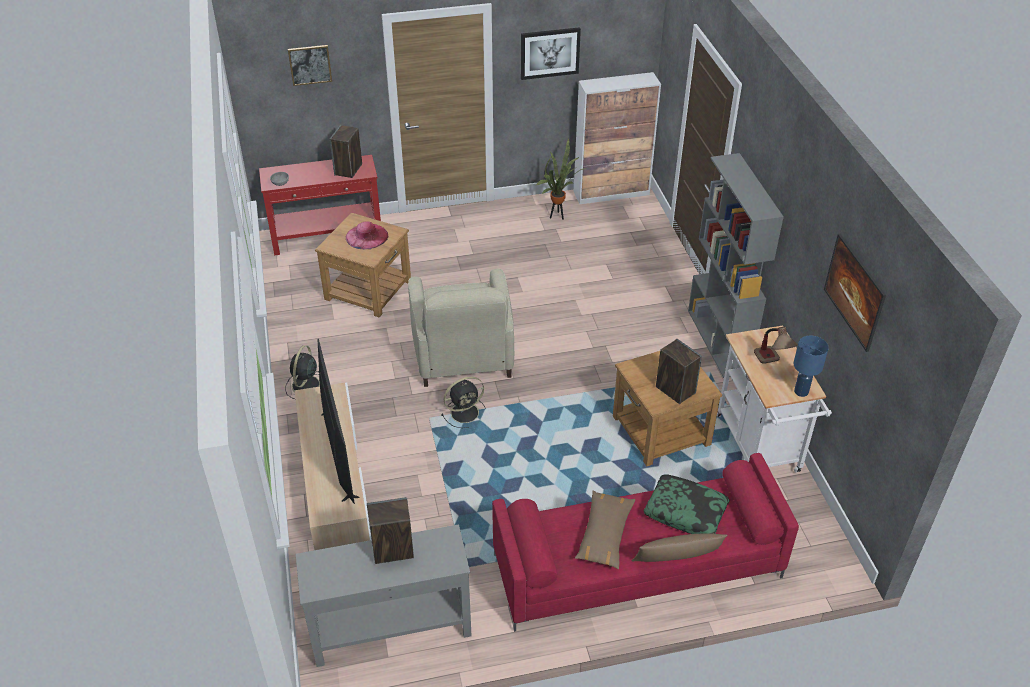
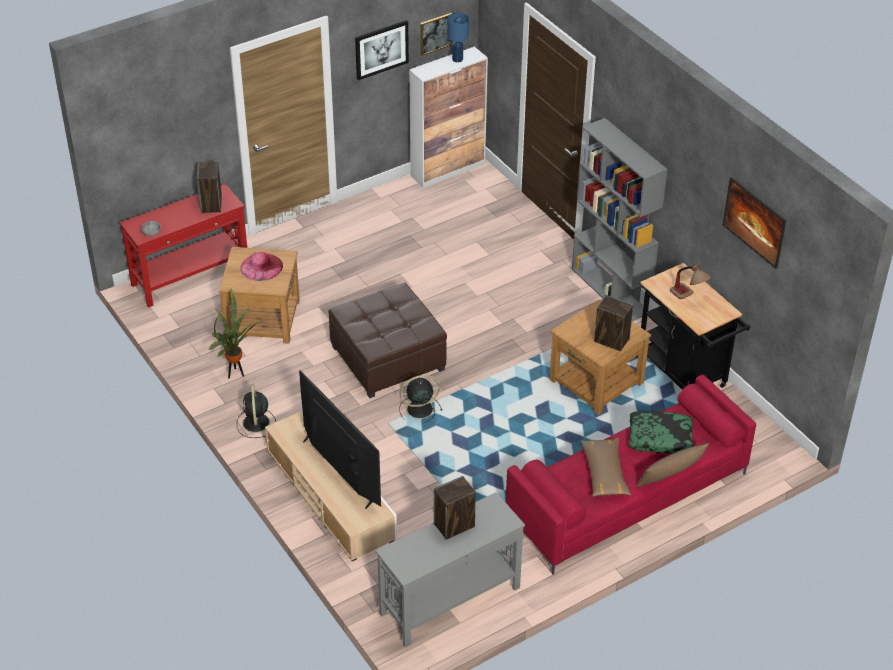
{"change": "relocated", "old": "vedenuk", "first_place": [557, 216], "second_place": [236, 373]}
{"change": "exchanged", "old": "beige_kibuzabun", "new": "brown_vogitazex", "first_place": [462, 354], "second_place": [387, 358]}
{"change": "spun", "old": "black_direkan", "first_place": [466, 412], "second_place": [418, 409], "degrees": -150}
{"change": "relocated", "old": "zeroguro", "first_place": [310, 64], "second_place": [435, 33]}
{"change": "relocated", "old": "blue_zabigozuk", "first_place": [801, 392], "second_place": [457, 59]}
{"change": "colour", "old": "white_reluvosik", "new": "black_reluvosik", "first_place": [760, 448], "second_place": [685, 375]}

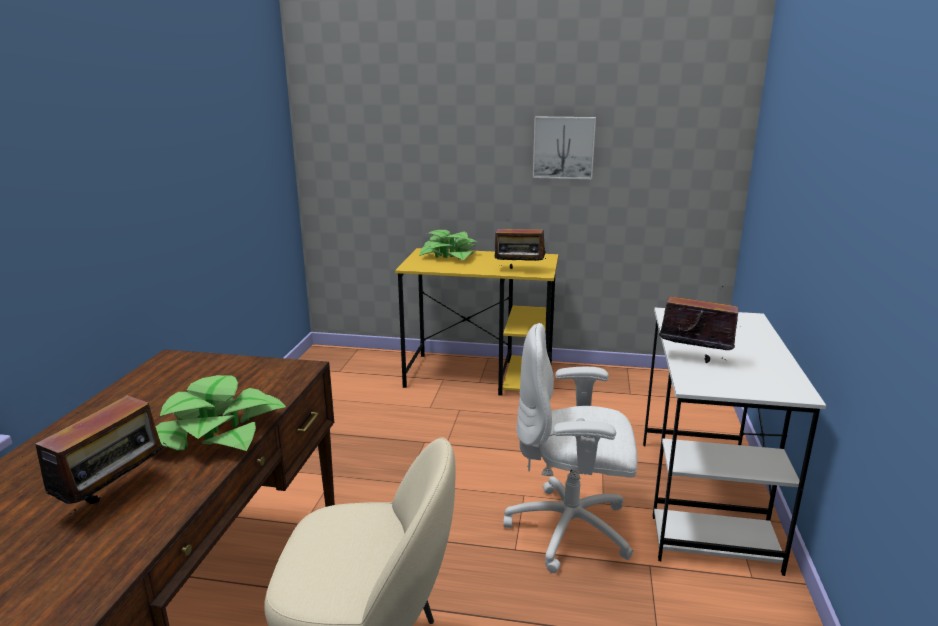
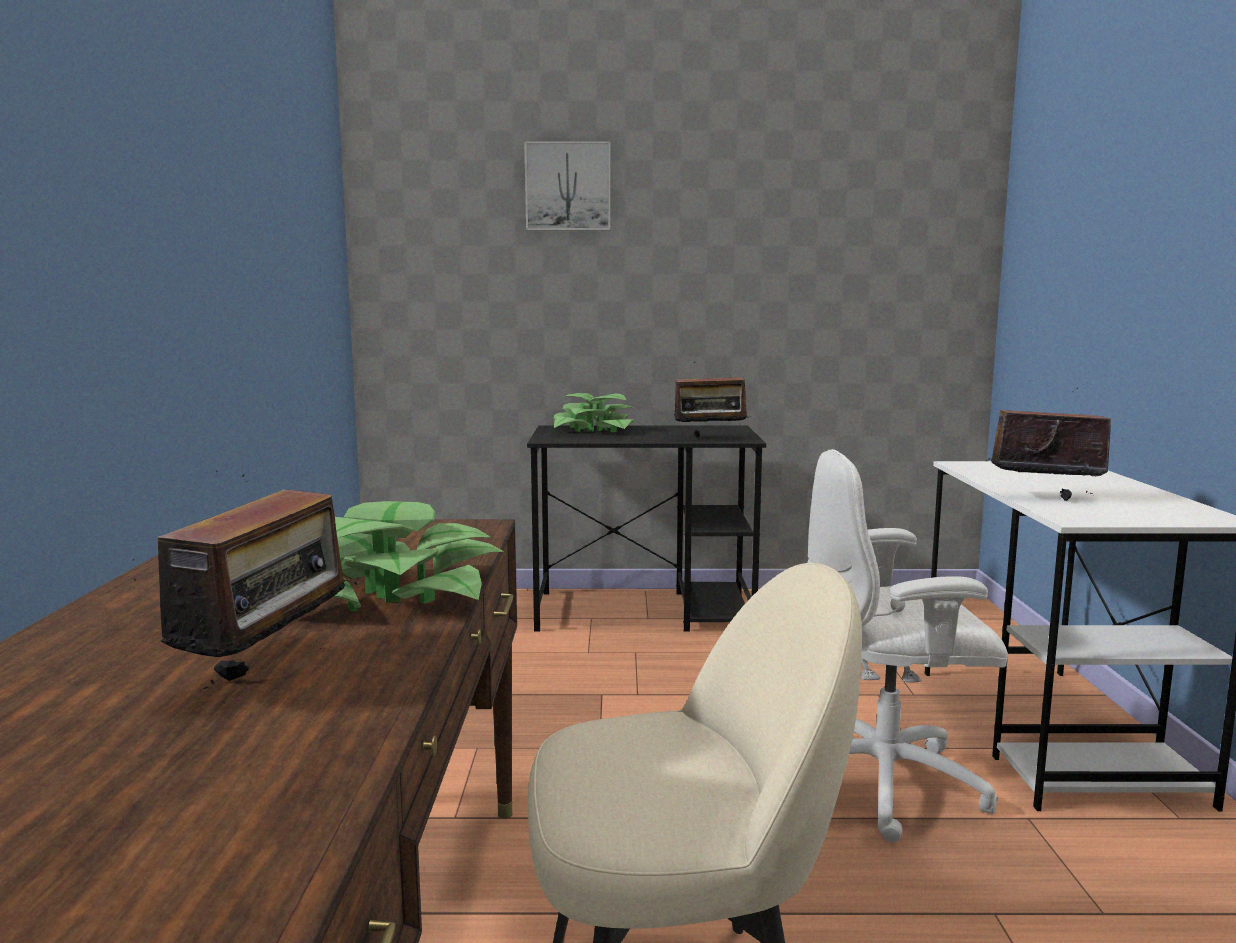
{"change": "relocated", "old": "zeroguro", "first_place": [563, 147], "second_place": [568, 187]}
{"change": "colour", "old": "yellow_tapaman", "new": "black_tapaman", "first_place": [480, 376], "second_place": [645, 611]}

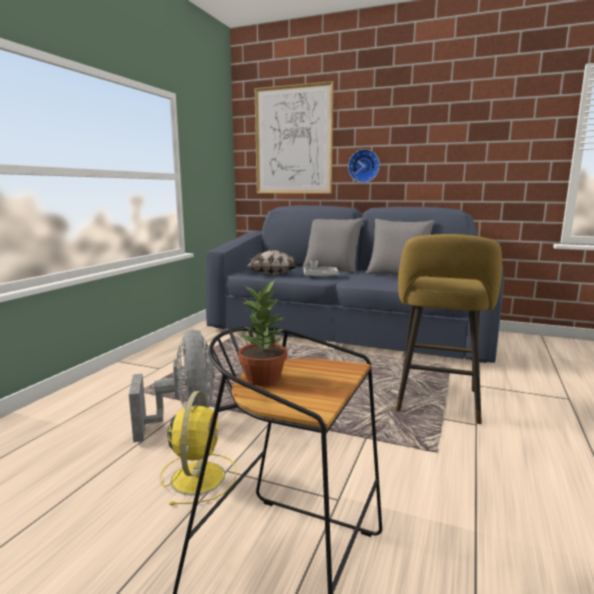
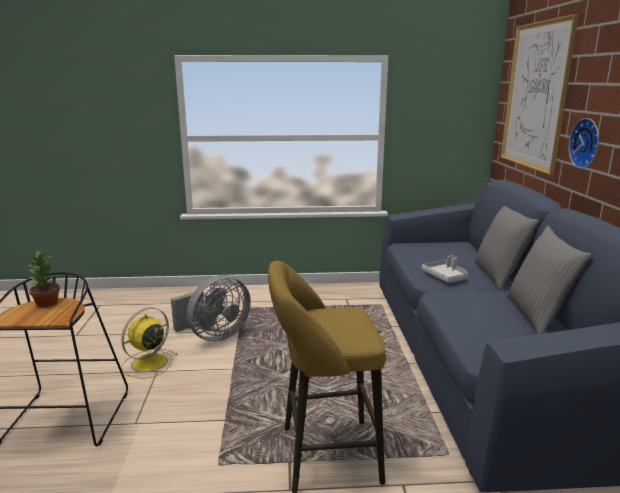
{"change": "spun", "old": "yellow_direkan", "first_place": [198, 476], "second_place": [148, 363], "degrees": 150}
{"change": "missing", "old": "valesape", "first_place": [271, 274]}

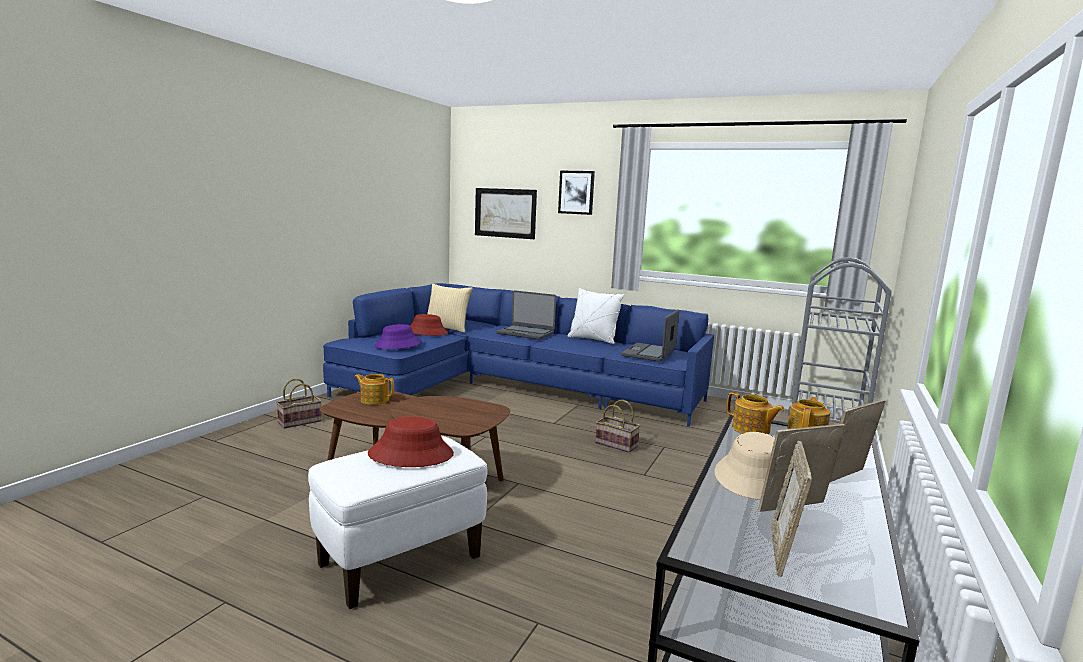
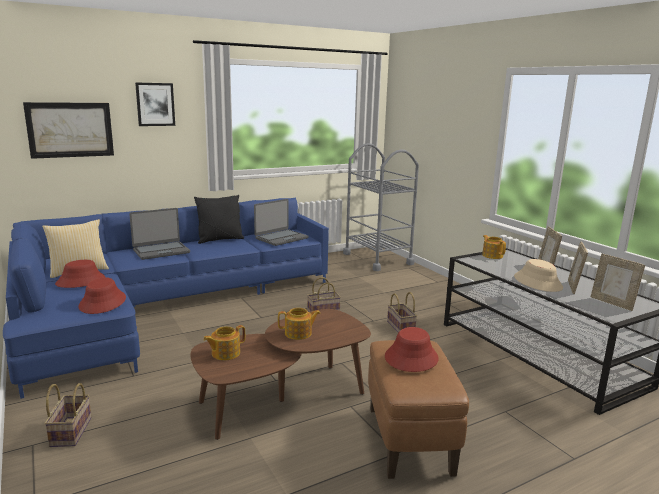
{"change": "colour", "old": "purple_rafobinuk", "new": "red_rafobinuk", "first_place": [398, 345], "second_place": [103, 302]}
{"change": "colour", "old": "white_valesape", "new": "black_valesape", "first_place": [593, 339], "second_place": [220, 240]}
{"change": "spun", "old": "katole", "first_place": [649, 353], "second_place": [281, 238], "degrees": -105}
{"change": "relocated", "old": "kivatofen", "first_place": [751, 429], "second_place": [299, 333]}
{"change": "colour", "old": "white_vogitazex", "new": "brown_vogitazex", "first_place": [399, 561], "second_place": [409, 440]}
{"change": "appeared", "new": "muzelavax", "second_place": [401, 327]}

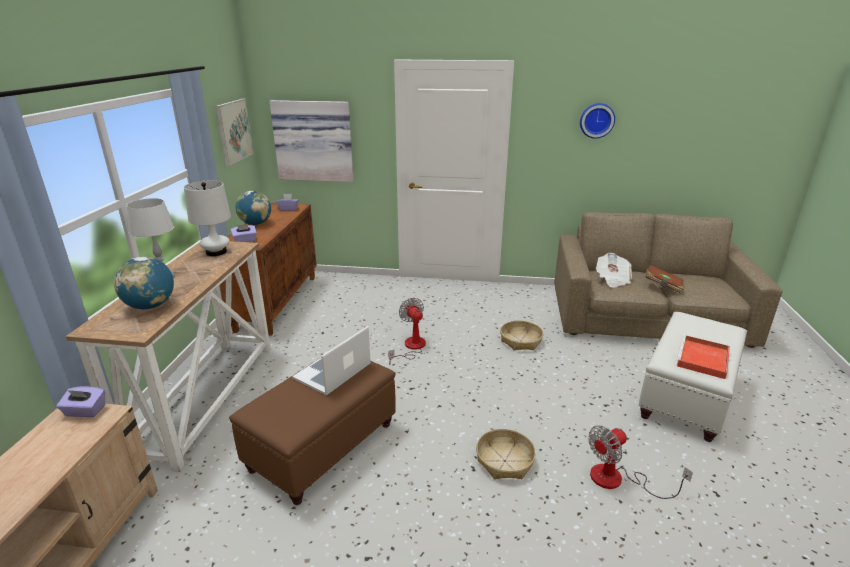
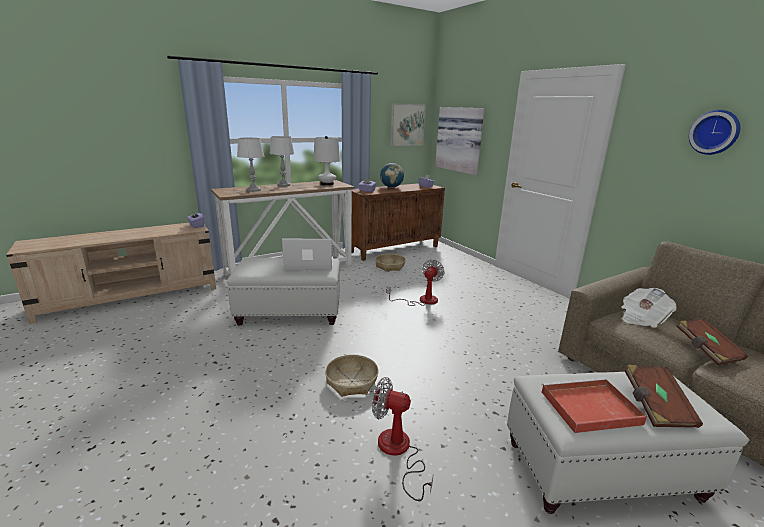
{"change": "colour", "old": "brown_vogitazex", "new": "white_vogitazex", "first_place": [322, 447], "second_place": [289, 313]}
{"change": "exchanged", "old": "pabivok", "new": "grey_zabigozuk", "first_place": [150, 306], "second_place": [253, 190]}
{"change": "relocated", "old": "muzelavax", "first_place": [520, 341], "second_place": [390, 266]}
{"change": "appeared", "new": "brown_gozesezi", "second_place": [655, 406]}

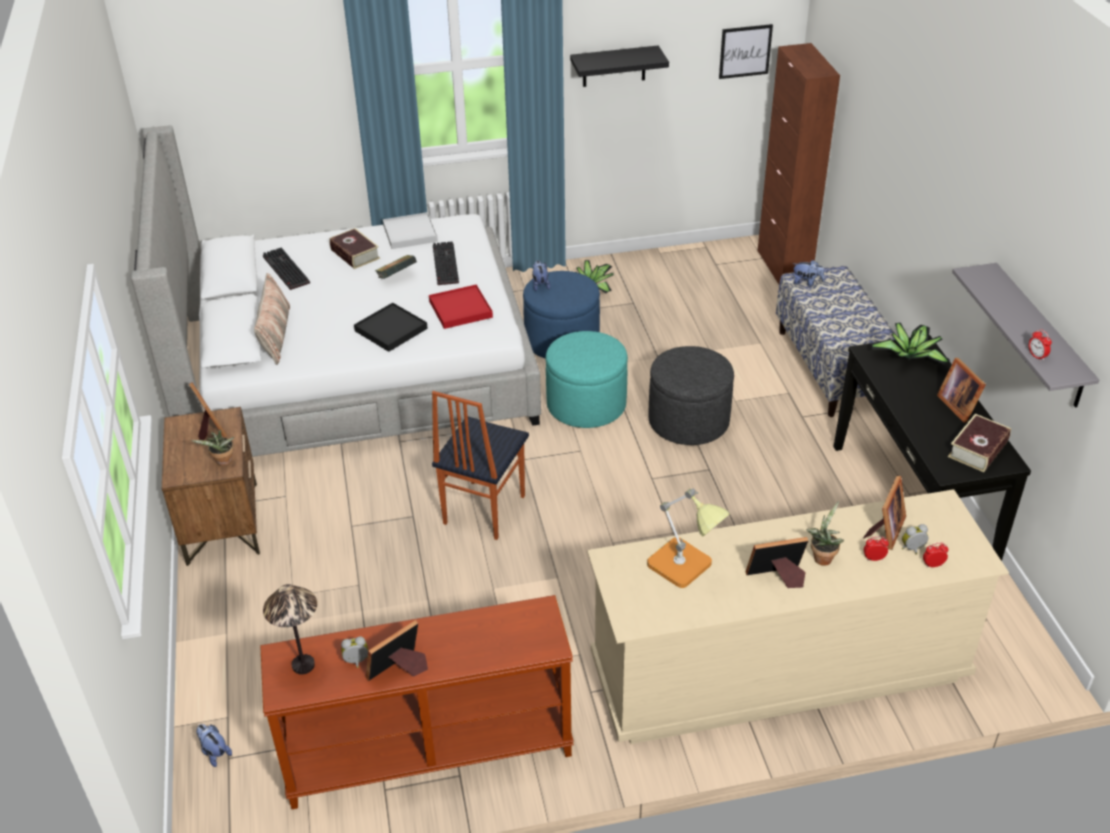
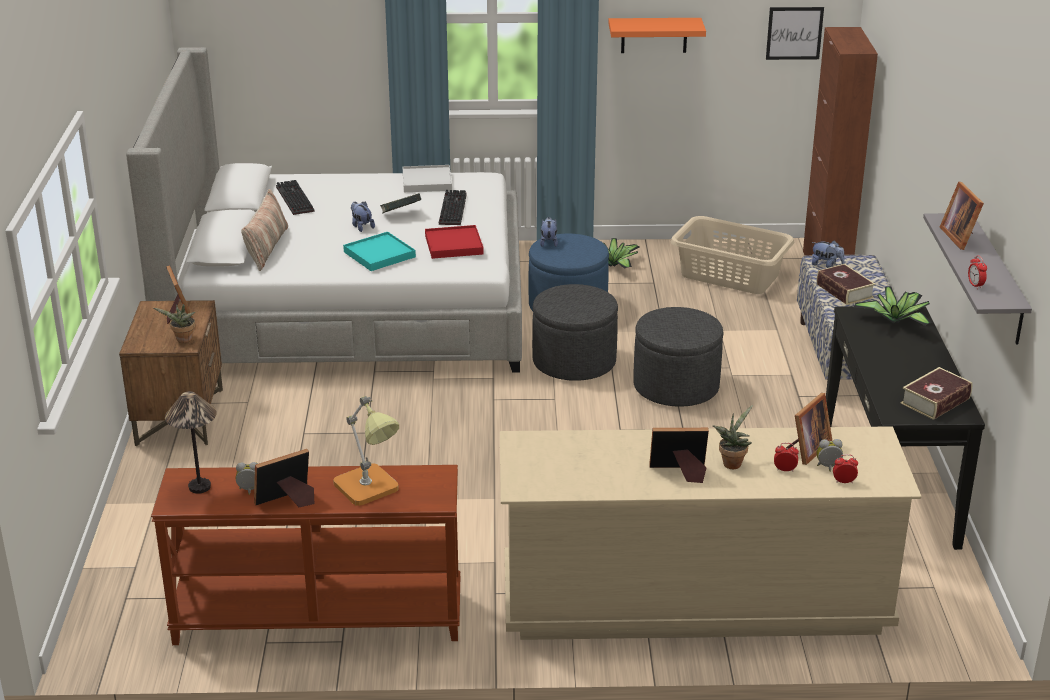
{"change": "relocated", "old": "zabigozuk", "first_place": [686, 568], "second_place": [370, 490]}
{"change": "colour", "old": "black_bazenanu", "new": "turquoise_bazenanu", "first_place": [391, 329], "second_place": [379, 254]}
{"change": "relocated", "old": "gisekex", "first_place": [214, 752], "second_place": [361, 227]}
{"change": "colour", "old": "turquoise_vogitazex", "new": "grey_vogitazex", "first_place": [586, 404], "second_place": [574, 362]}
{"change": "colour", "old": "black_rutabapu", "new": "orange_rutabapu", "first_place": [614, 66], "second_place": [654, 35]}
{"change": "appeared", "new": "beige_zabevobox", "second_place": [730, 275]}
{"change": "relocated", "old": "gozesezi", "first_place": [355, 254], "second_place": [844, 291]}
{"change": "relocated", "old": "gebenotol", "first_place": [958, 405], "second_place": [961, 237]}
{"change": "missing", "old": "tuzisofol", "first_place": [482, 510]}

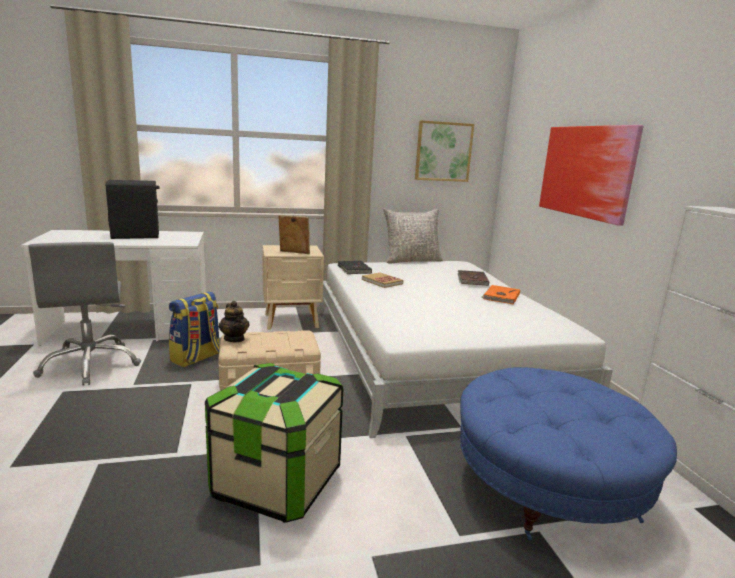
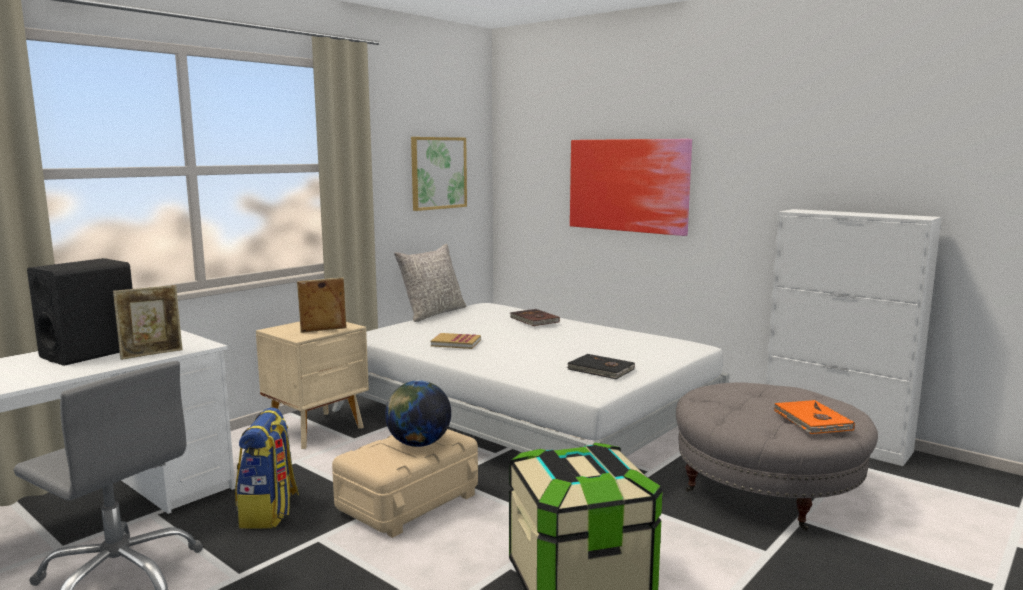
{"change": "appeared", "new": "gebenotol", "second_place": [152, 354]}
{"change": "appeared", "new": "pabivok", "second_place": [418, 444]}
{"change": "relocated", "old": "black_gozesezi", "first_place": [353, 269], "second_place": [601, 370]}
{"change": "colour", "old": "blue_vogitazex", "new": "grey_vogitazex", "first_place": [548, 487], "second_place": [766, 489]}
{"change": "relocated", "old": "orange_gozesezi", "first_place": [500, 296], "second_place": [811, 420]}
{"change": "missing", "old": "kivatofen", "first_place": [234, 339]}

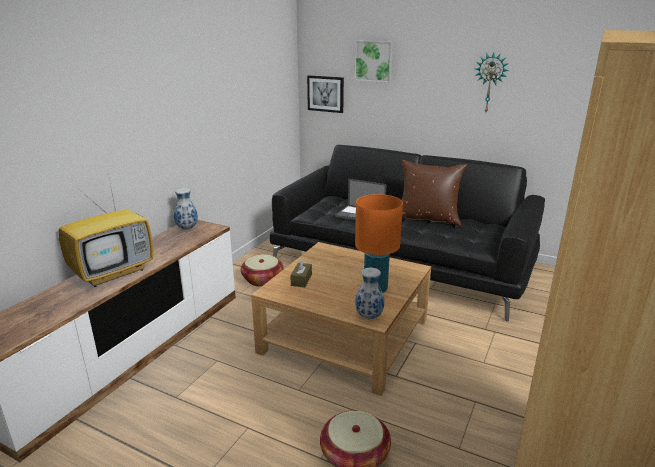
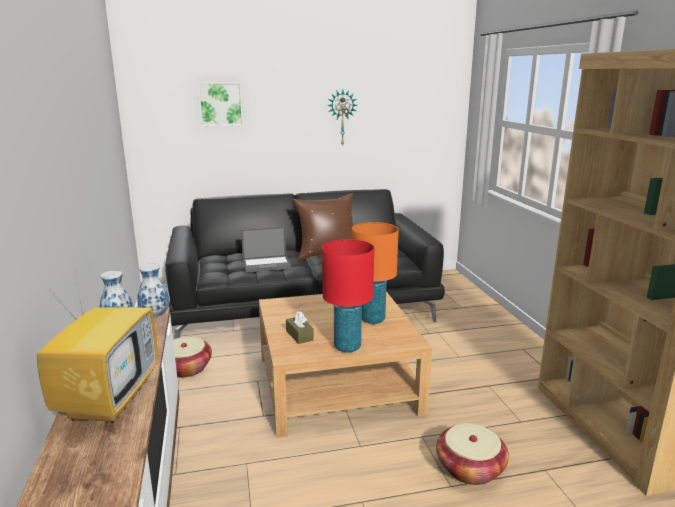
{"change": "relocated", "old": "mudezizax", "first_place": [369, 317], "second_place": [155, 315]}
{"change": "appeared", "new": "red_zabigozuk", "second_place": [347, 347]}
{"change": "missing", "old": "zeroguro", "first_place": [325, 93]}

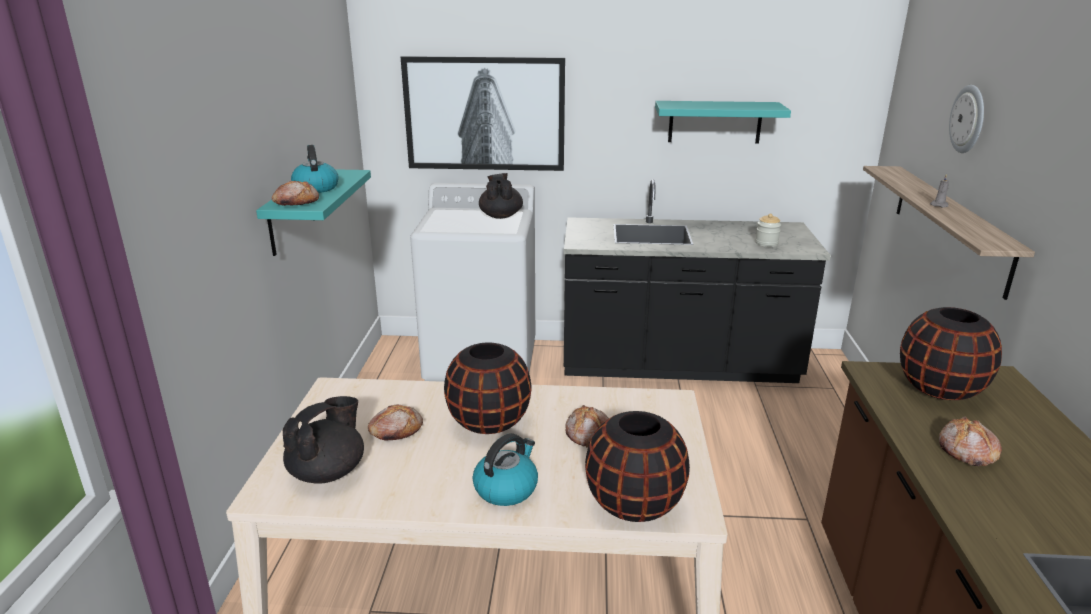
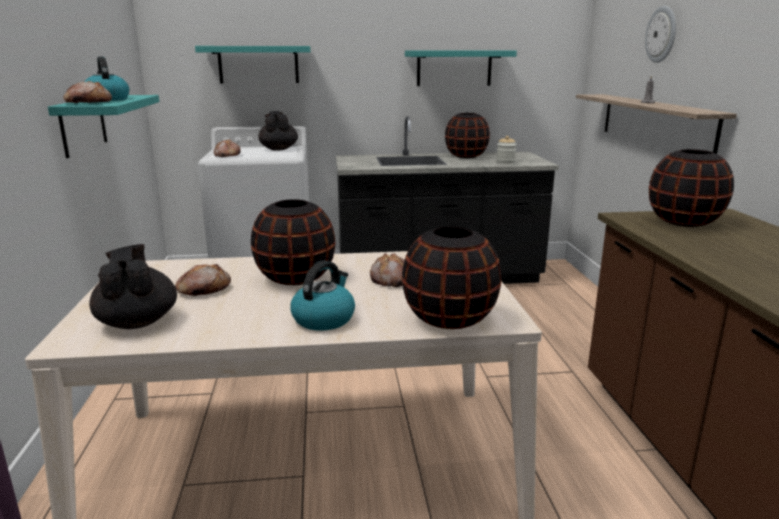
{"change": "spun", "old": "black_kivatofen", "first_place": [328, 472], "second_place": [137, 322], "degrees": -45}
{"change": "exchanged", "old": "zeroguro", "new": "turquoise_rutabapu", "first_place": [484, 114], "second_place": [258, 64]}
{"change": "relocated", "old": "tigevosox", "first_place": [966, 451], "second_place": [227, 155]}
{"change": "appeared", "new": "black_mudezizax", "second_place": [466, 156]}

